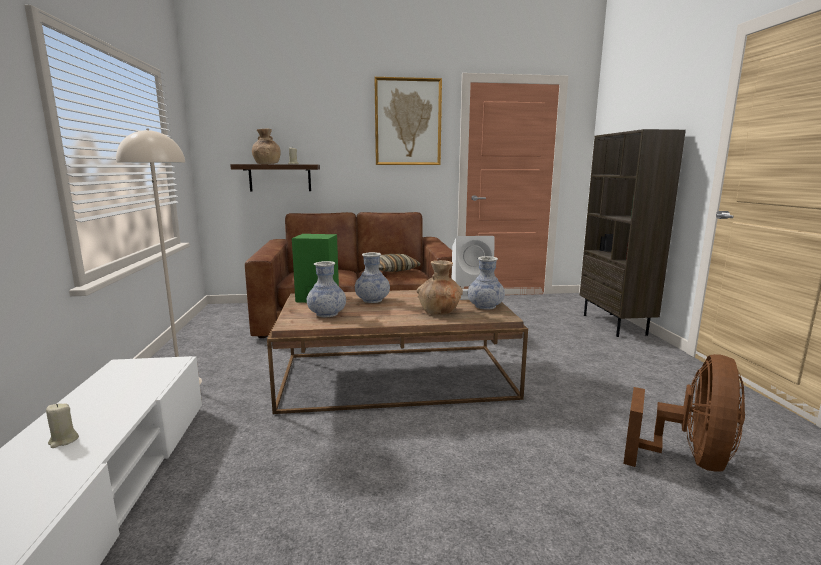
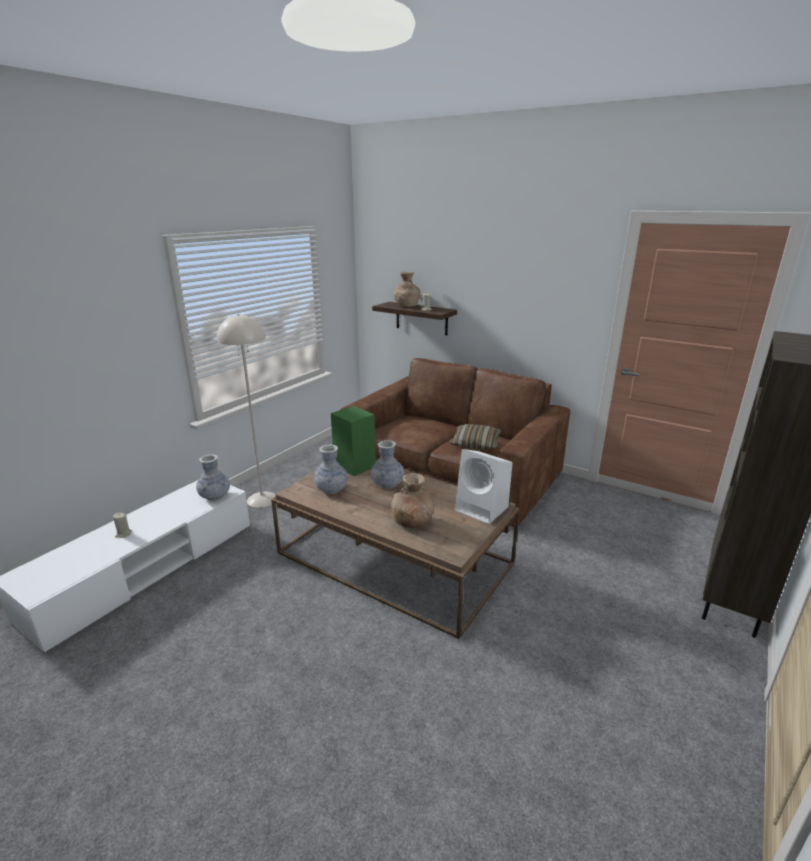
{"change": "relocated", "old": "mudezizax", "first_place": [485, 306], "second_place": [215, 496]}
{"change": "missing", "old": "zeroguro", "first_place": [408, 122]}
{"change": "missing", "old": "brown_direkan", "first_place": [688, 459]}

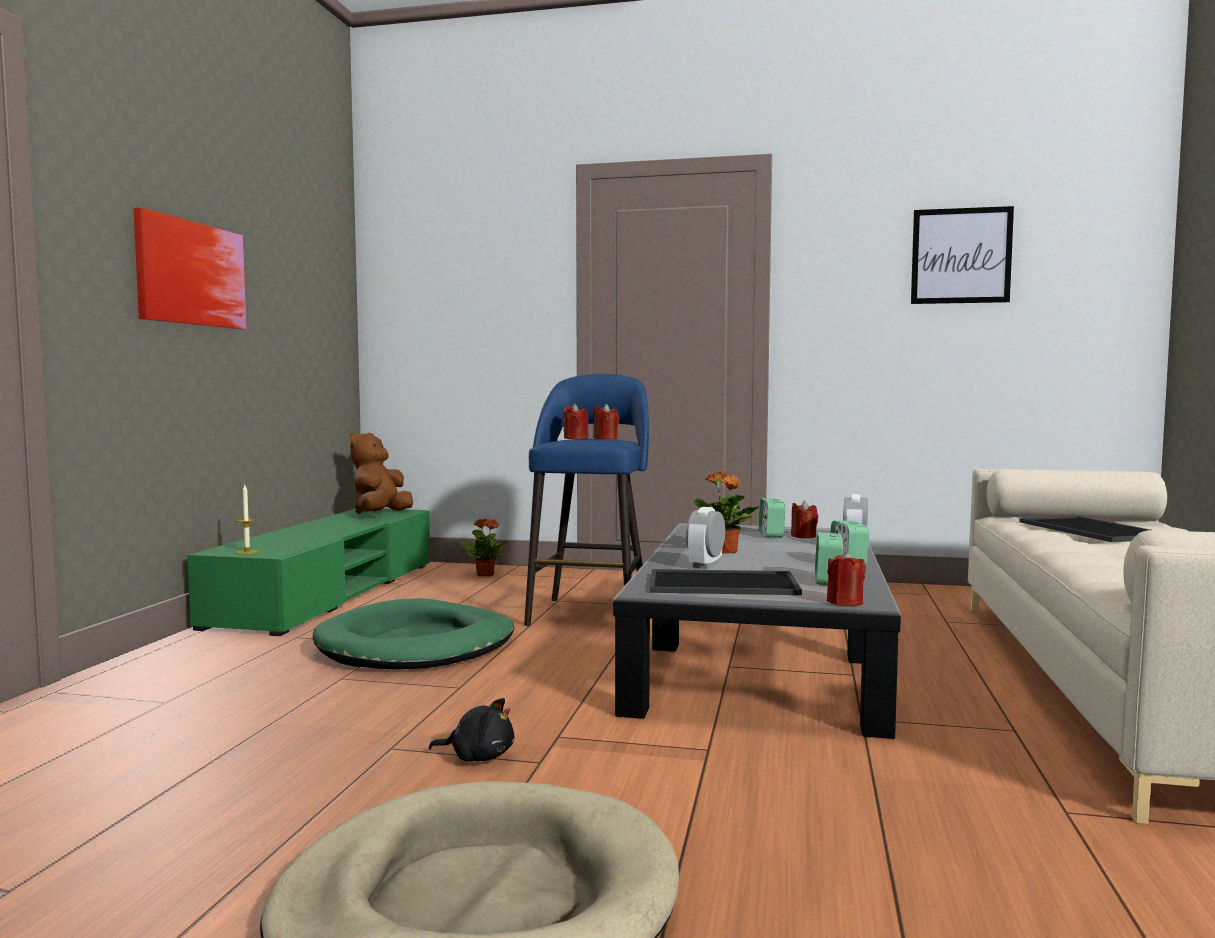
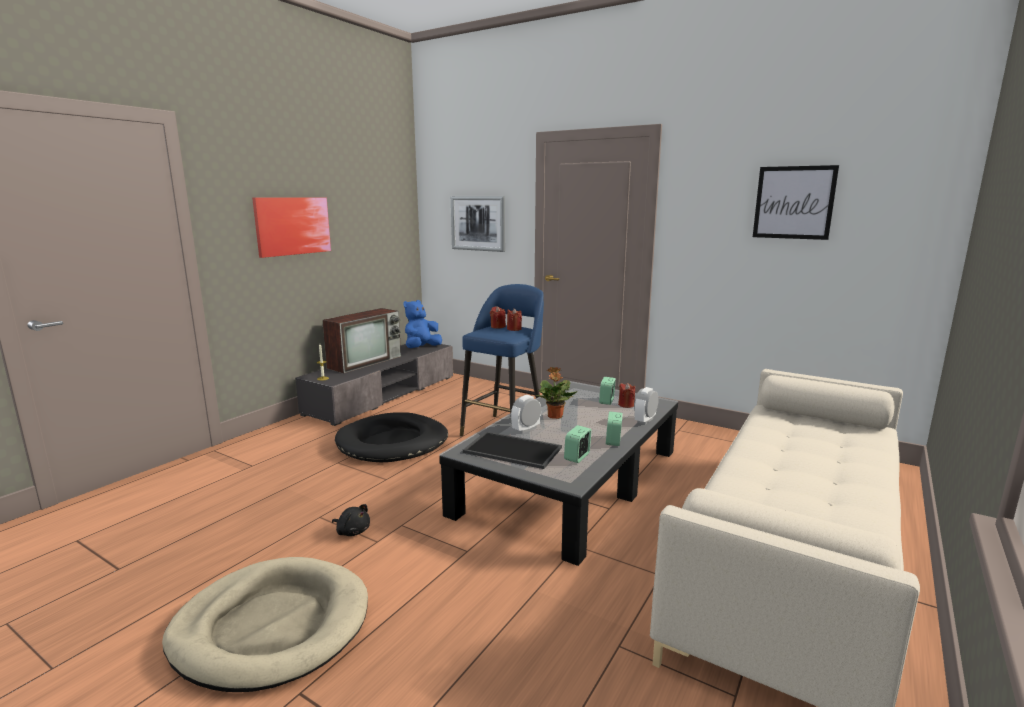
{"change": "colour", "old": "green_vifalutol", "new": "grey_vifalutol", "first_place": [328, 593], "second_place": [383, 395]}
{"change": "appeared", "new": "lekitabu", "second_place": [366, 362]}
{"change": "colour", "old": "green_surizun", "new": "black_surizun", "first_place": [417, 644], "second_place": [393, 442]}
{"change": "colour", "old": "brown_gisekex", "new": "blue_gisekex", "first_place": [380, 514], "second_place": [421, 348]}
{"change": "appeared", "new": "zeroguro", "second_place": [478, 223]}
{"change": "missing", "old": "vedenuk", "first_place": [485, 574]}
{"change": "missing", "old": "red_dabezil", "first_place": [844, 602]}
{"change": "missing", "old": "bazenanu", "first_place": [1096, 530]}

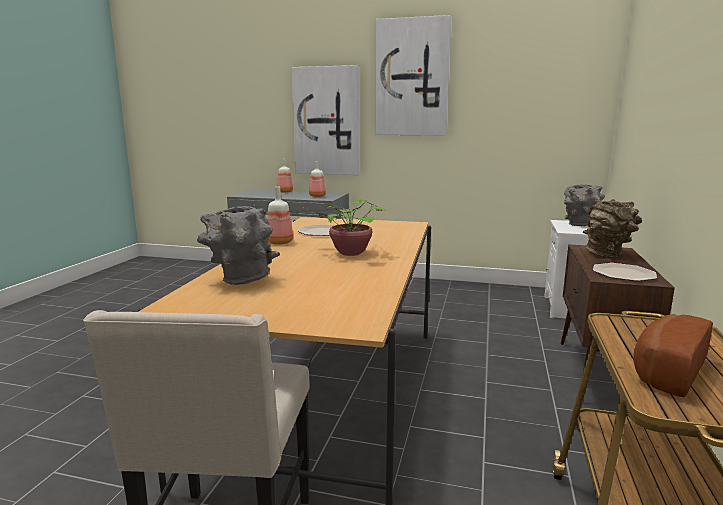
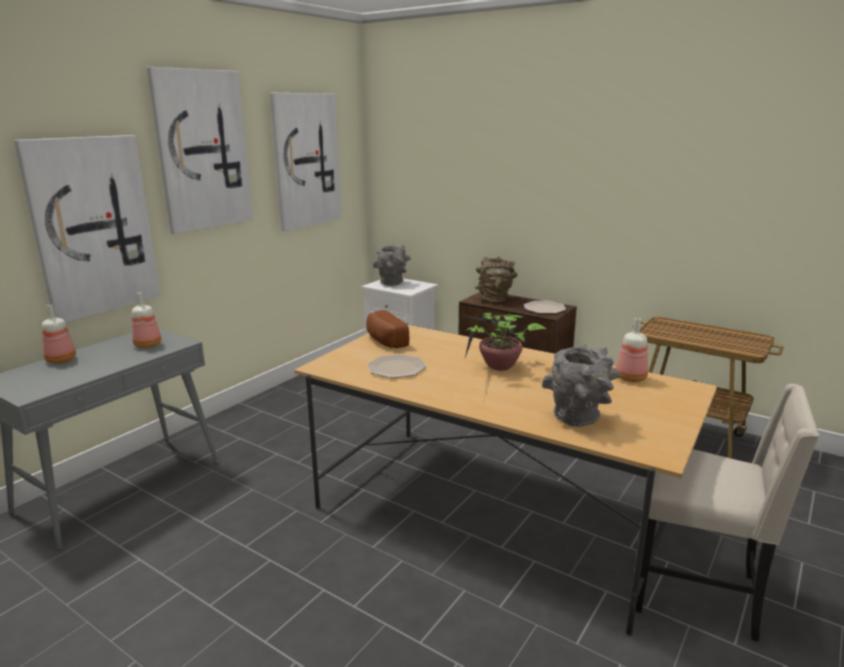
{"change": "appeared", "new": "zeroguro", "second_place": [305, 161]}
{"change": "relocated", "old": "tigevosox", "first_place": [665, 370], "second_place": [384, 341]}
{"change": "relocated", "old": "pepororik", "first_place": [279, 243], "second_place": [631, 378]}

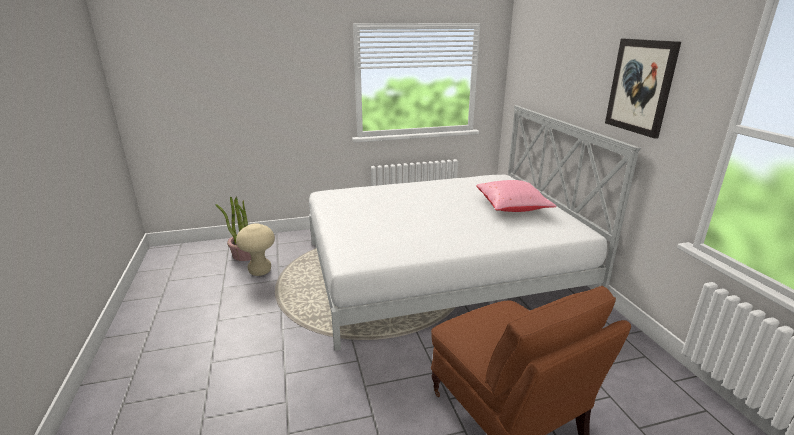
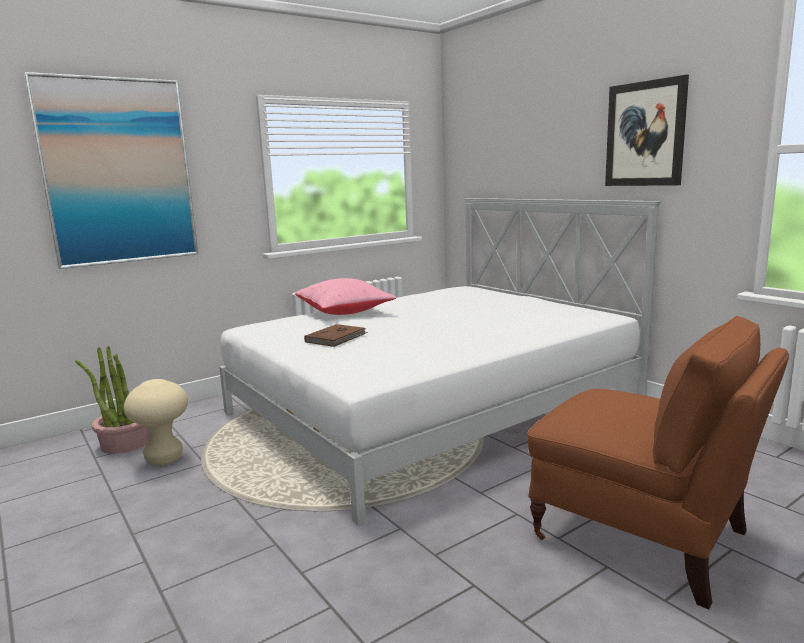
{"change": "appeared", "new": "zeroguro", "second_place": [118, 172]}
{"change": "relocated", "old": "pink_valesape", "first_place": [512, 208], "second_place": [345, 312]}
{"change": "appeared", "new": "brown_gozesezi", "second_place": [336, 338]}

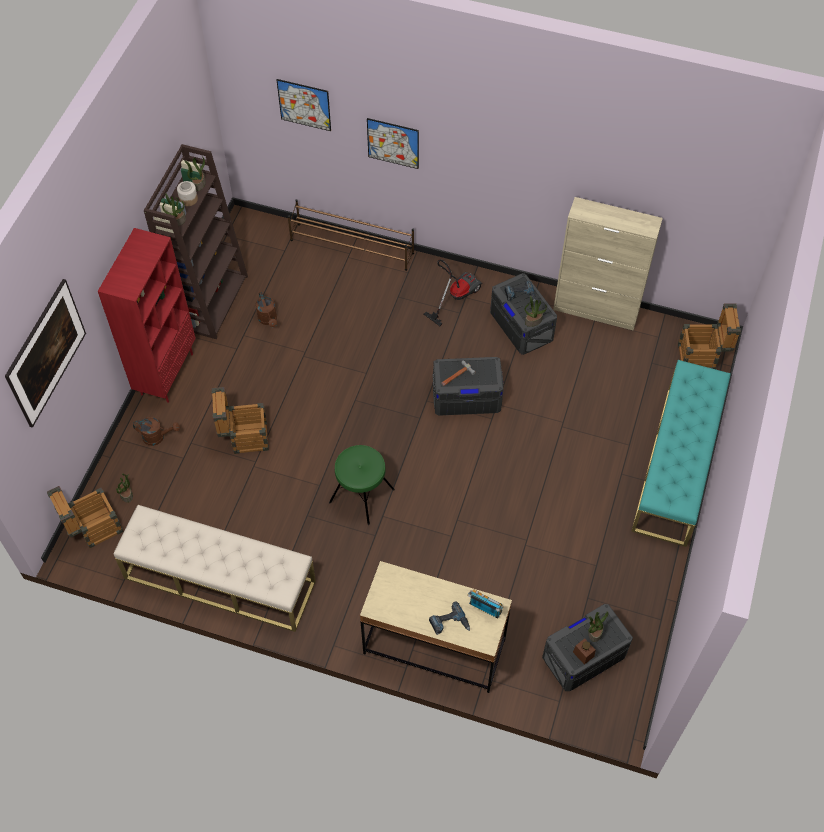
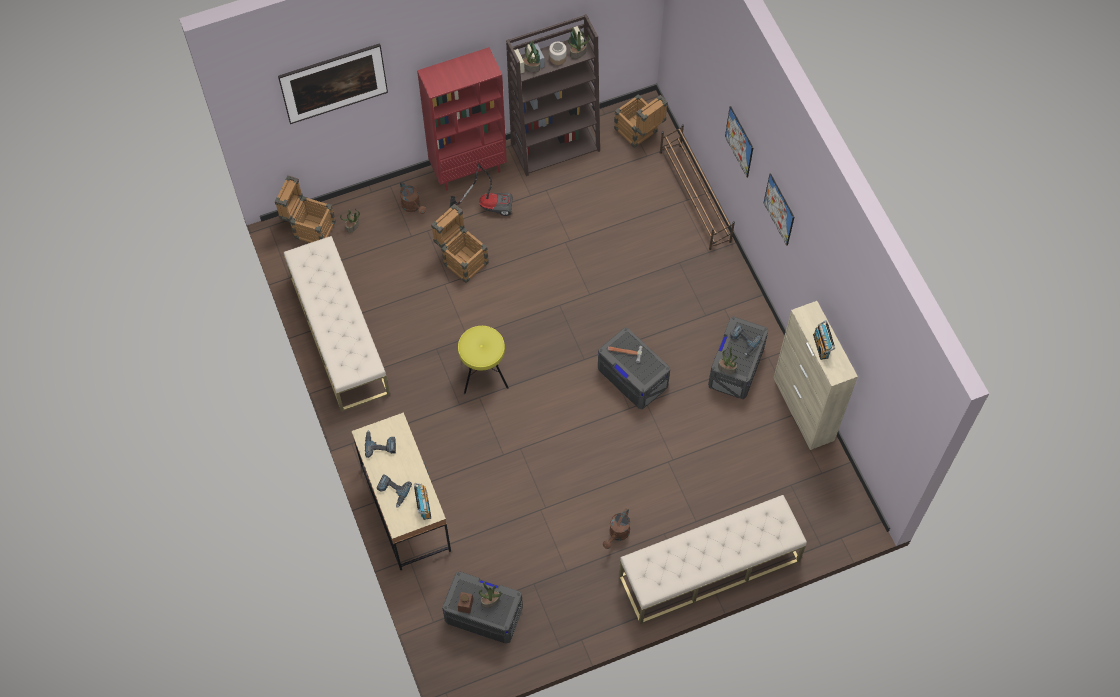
{"change": "appeared", "new": "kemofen", "second_place": [380, 444]}
{"change": "relocated", "old": "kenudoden", "first_place": [455, 296], "second_place": [487, 205]}
{"change": "colour", "old": "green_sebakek", "new": "yellow_sebakek", "first_place": [361, 496], "second_place": [483, 371]}
{"change": "relocated", "old": "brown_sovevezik", "first_place": [268, 320], "second_place": [617, 534]}
{"change": "relocated", "old": "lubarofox", "first_place": [702, 357], "second_place": [639, 133]}
{"change": "colour", "old": "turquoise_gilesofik", "new": "beige_gilesofik", "first_place": [677, 465], "second_place": [709, 568]}
{"change": "relocated", "old": "zeroguro", "first_place": [304, 105], "second_place": [779, 209]}
{"change": "appeared", "new": "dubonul", "second_place": [822, 346]}

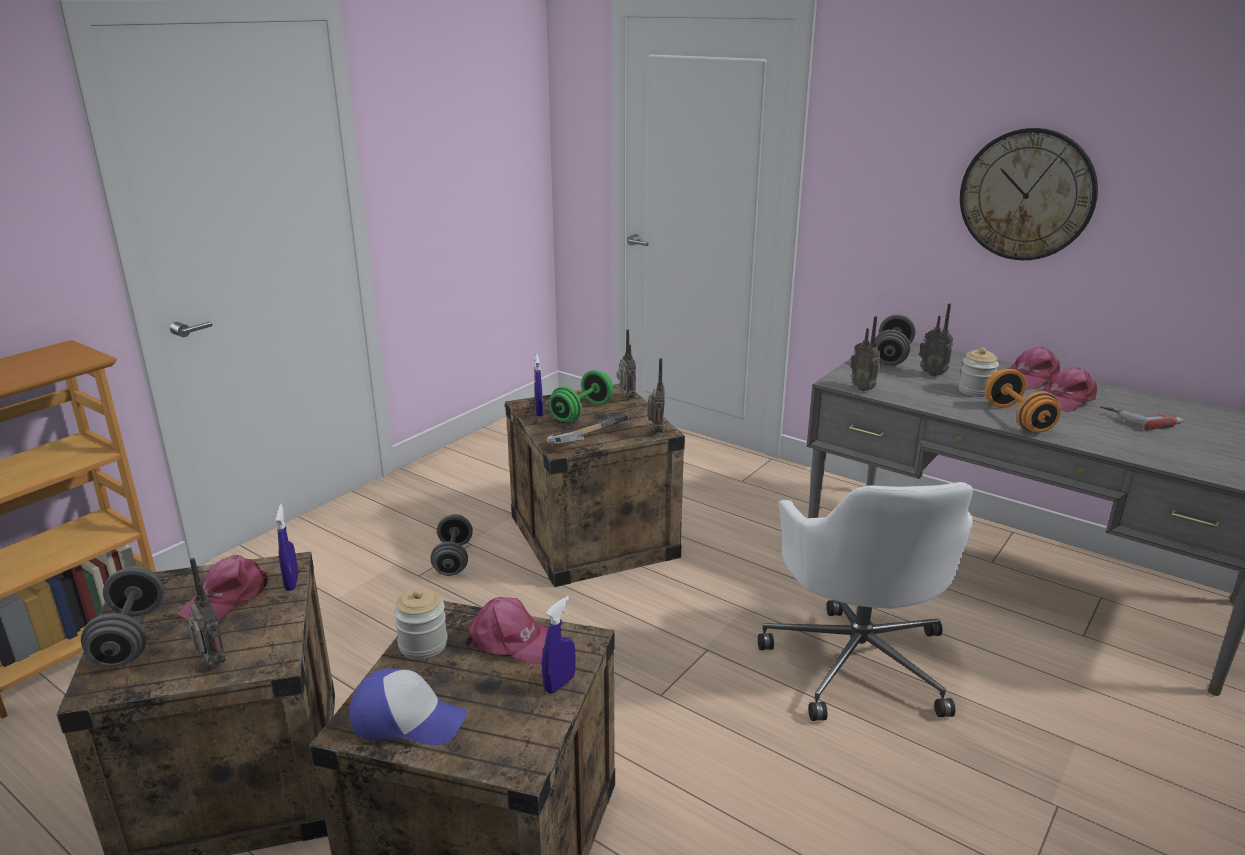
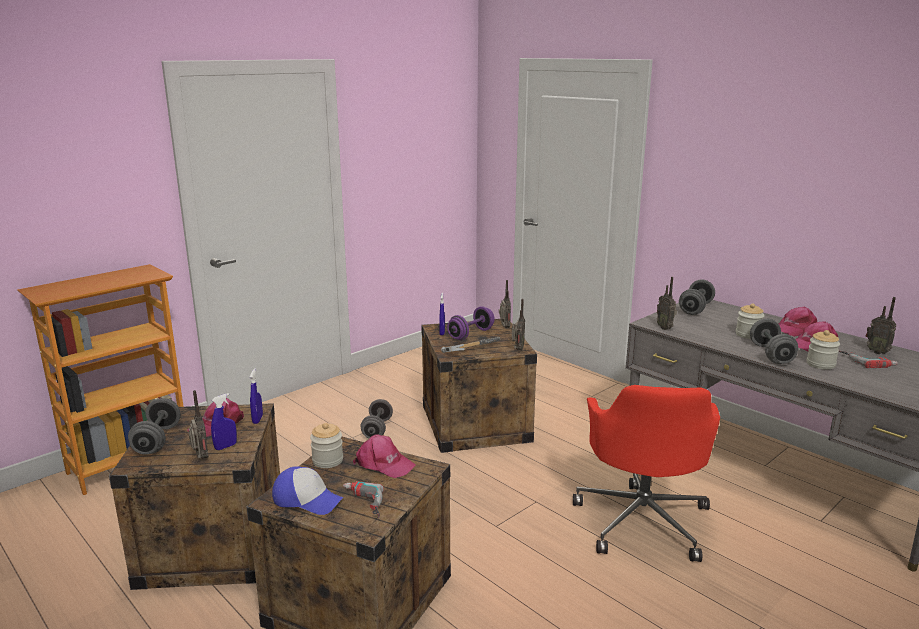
{"change": "relocated", "old": "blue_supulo", "first_place": [559, 684], "second_place": [225, 446]}
{"change": "appeared", "new": "kemofen", "second_place": [361, 504]}
{"change": "colour", "old": "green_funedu", "new": "purple_funedu", "first_place": [581, 412], "second_place": [471, 334]}
{"change": "colour", "old": "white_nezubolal", "new": "red_nezubolal", "first_place": [858, 661], "second_place": [642, 519]}
{"change": "colour", "old": "orange_funedu", "new": "grey_funedu", "first_place": [1017, 419], "second_place": [771, 354]}
{"change": "appeared", "new": "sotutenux", "second_place": [820, 364]}
{"change": "relocated", "old": "dubonul", "first_place": [932, 373], "second_place": [877, 352]}
{"change": "missing", "old": "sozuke", "first_place": [1027, 195]}

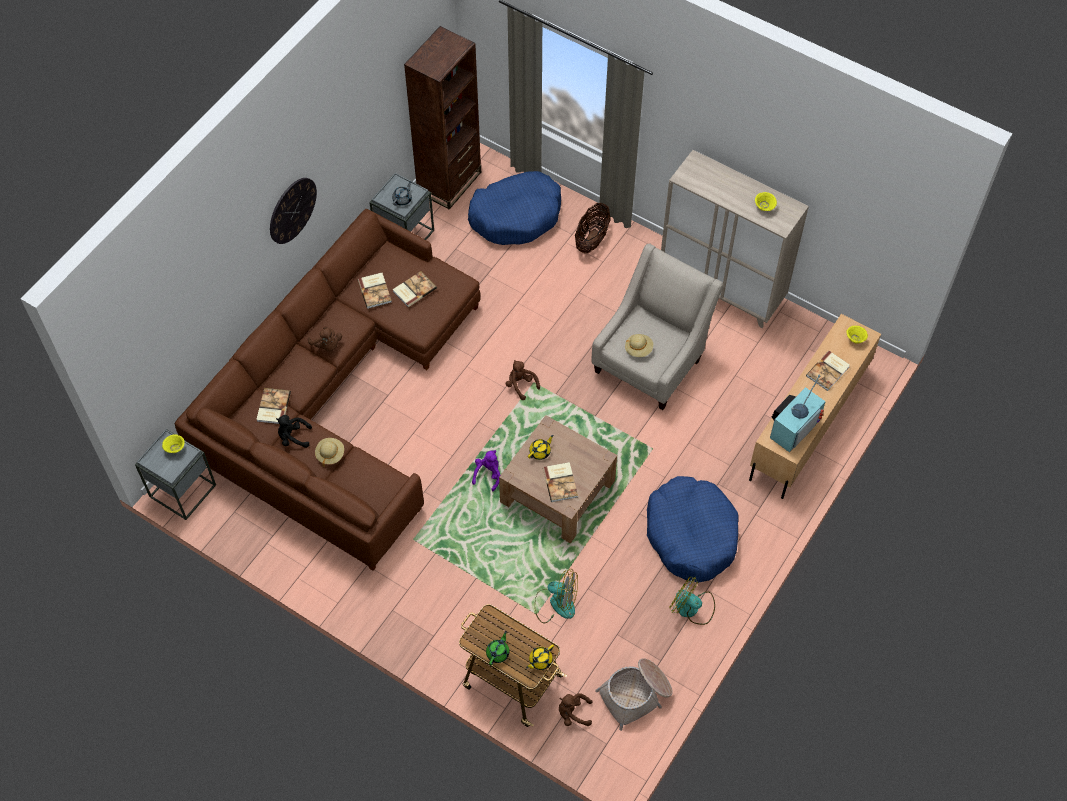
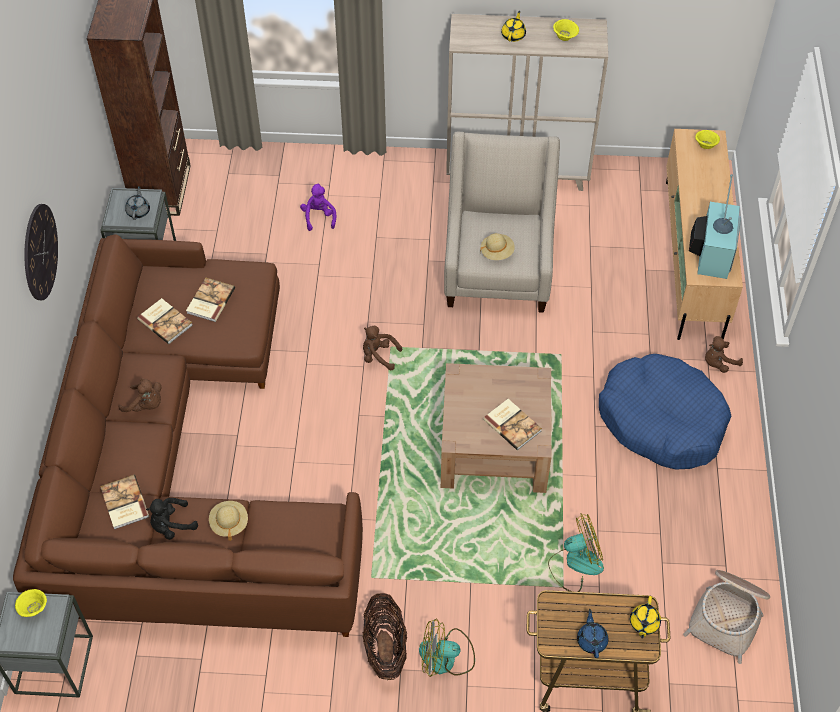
{"change": "relocated", "old": "purple_gisekex", "first_place": [488, 474], "second_place": [319, 217]}
{"change": "relocated", "old": "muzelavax", "first_place": [592, 239], "second_place": [385, 648]}
{"change": "relocated", "old": "direkan", "first_place": [692, 608], "second_place": [446, 657]}
{"change": "relocated", "old": "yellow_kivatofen", "first_place": [540, 452], "second_place": [513, 35]}
{"change": "colour", "old": "green_kivatofen", "new": "blue_kivatofen", "first_place": [498, 653], "second_place": [592, 640]}
{"change": "relocated", "old": "brown_gisekex", "first_place": [573, 713], "second_place": [718, 363]}
{"change": "missing", "old": "blue_surizun", "first_place": [516, 215]}
{"change": "missing", "old": "gozesezi", "first_place": [828, 371]}

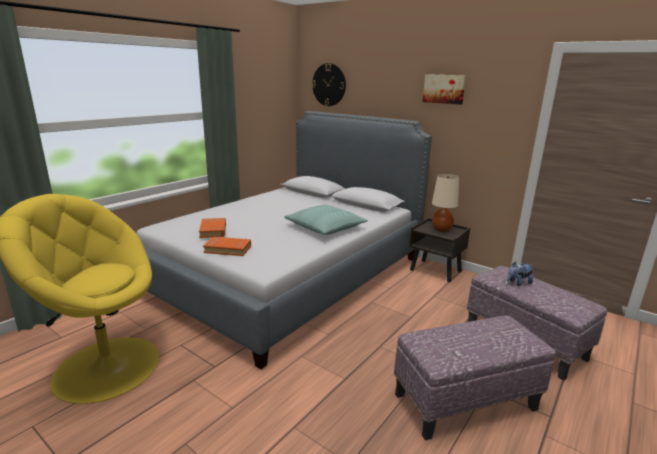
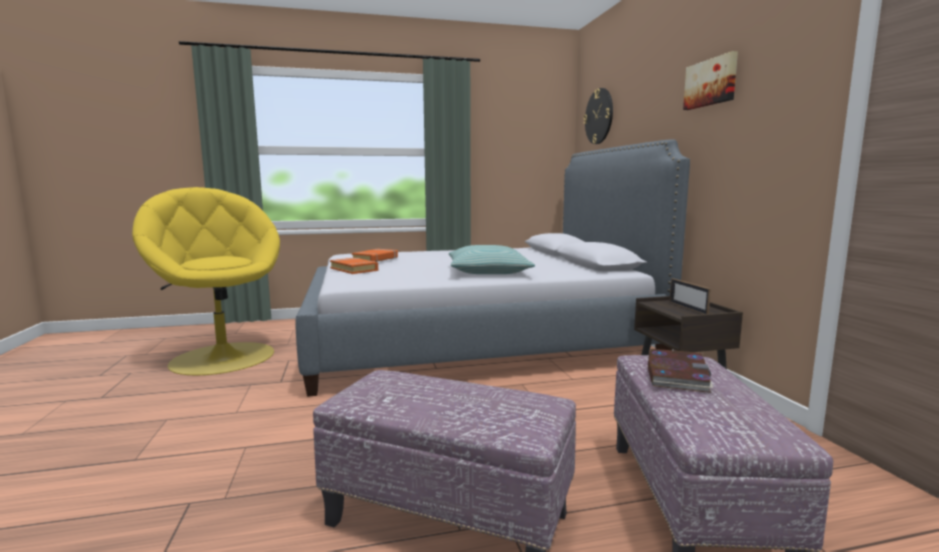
{"change": "exchanged", "old": "gisekex", "new": "gozesezi", "first_place": [518, 283], "second_place": [676, 374]}
{"change": "exchanged", "old": "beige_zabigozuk", "new": "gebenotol", "first_place": [442, 229], "second_place": [688, 308]}

